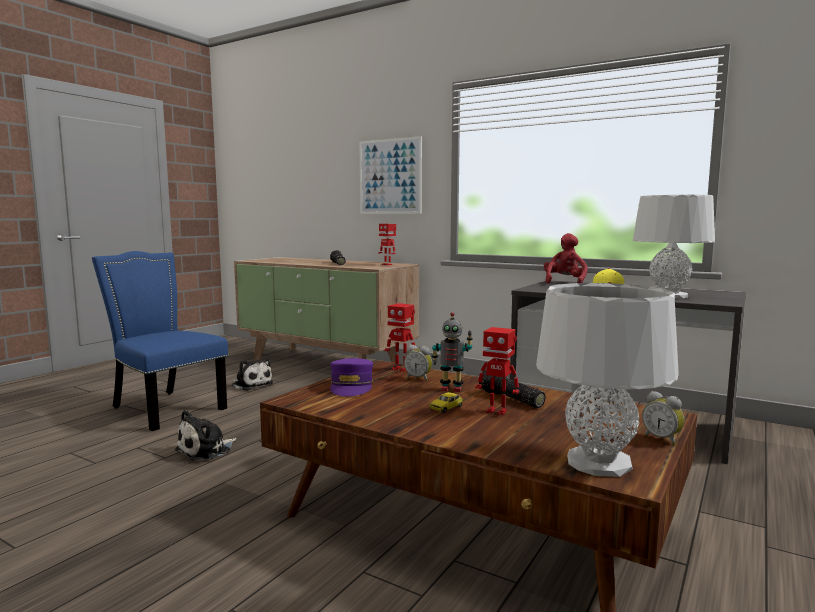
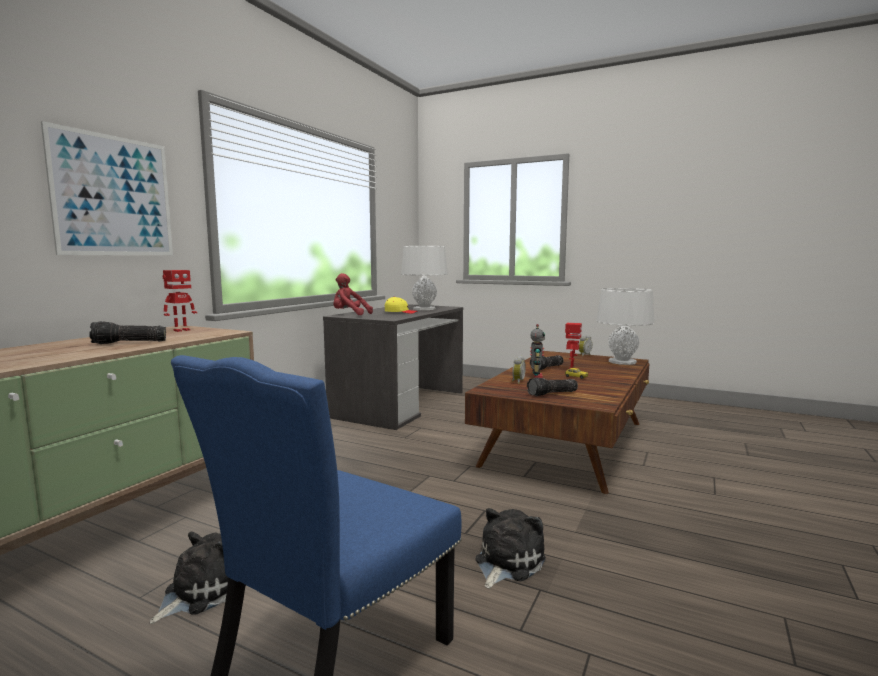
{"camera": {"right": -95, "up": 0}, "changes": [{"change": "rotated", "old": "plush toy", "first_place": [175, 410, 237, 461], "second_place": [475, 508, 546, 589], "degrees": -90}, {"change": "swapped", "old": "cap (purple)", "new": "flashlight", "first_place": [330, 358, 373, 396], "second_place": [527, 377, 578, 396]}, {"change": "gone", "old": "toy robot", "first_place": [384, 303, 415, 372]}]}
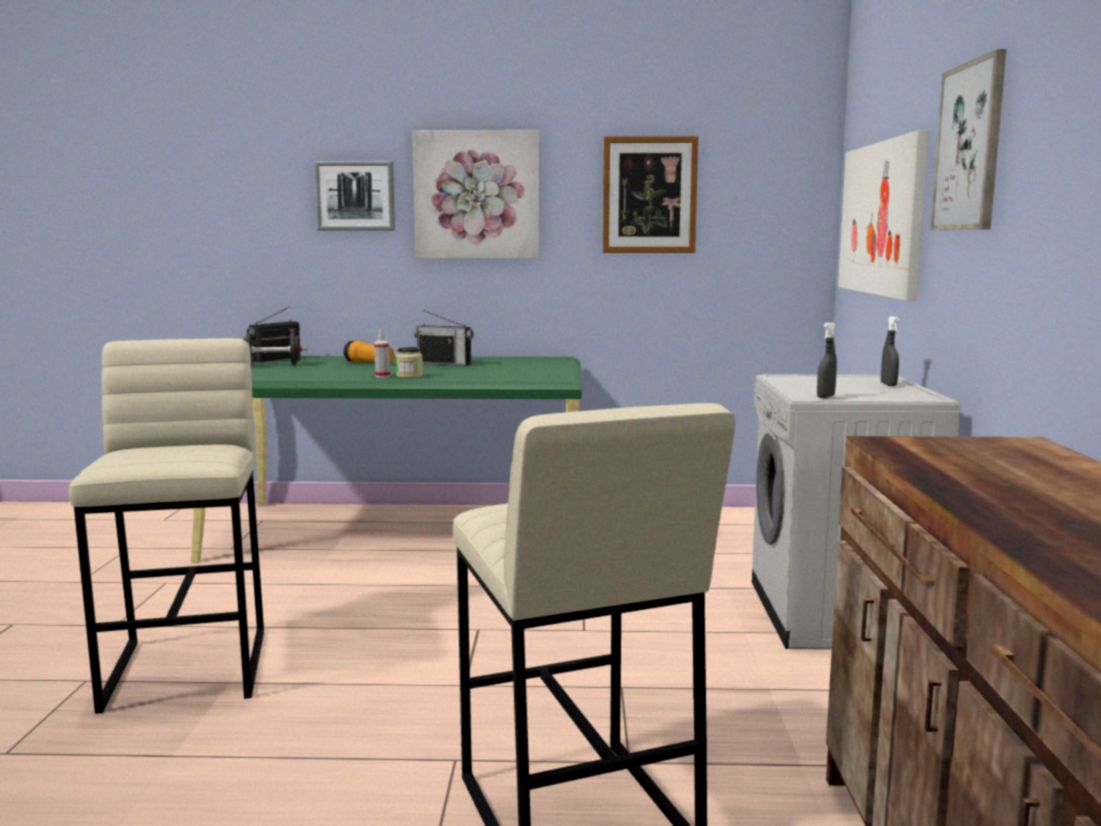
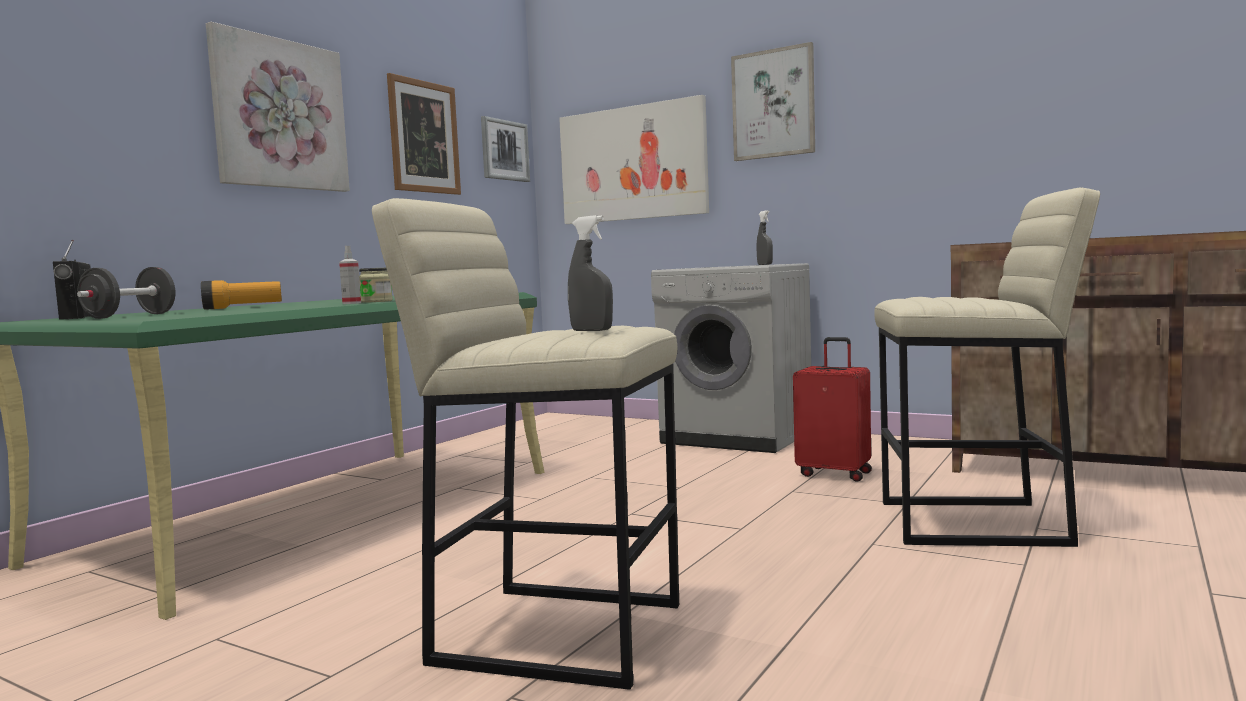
{"camera": {"right": -60, "up": -5}, "changes": [{"change": "shifted", "old": "picture", "first_place": [314, 161, 395, 231], "second_place": [481, 116, 530, 182]}, {"change": "gone", "old": "radio", "first_place": [414, 310, 474, 366]}, {"change": "shifted", "old": "spray bottle (grey)", "first_place": [881, 316, 899, 386], "second_place": [568, 215, 613, 331]}, {"change": "new", "new": "suitcase (red)", "second_place": [793, 337, 872, 481]}]}
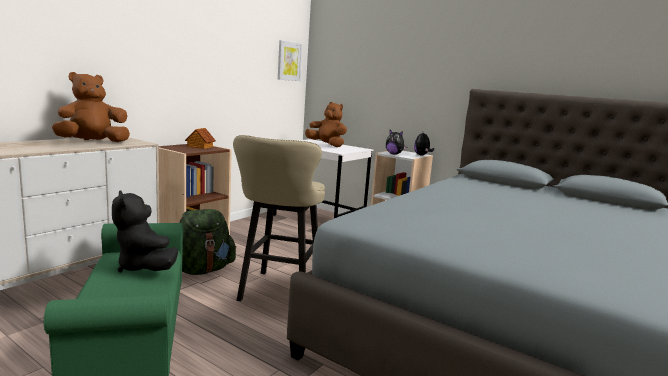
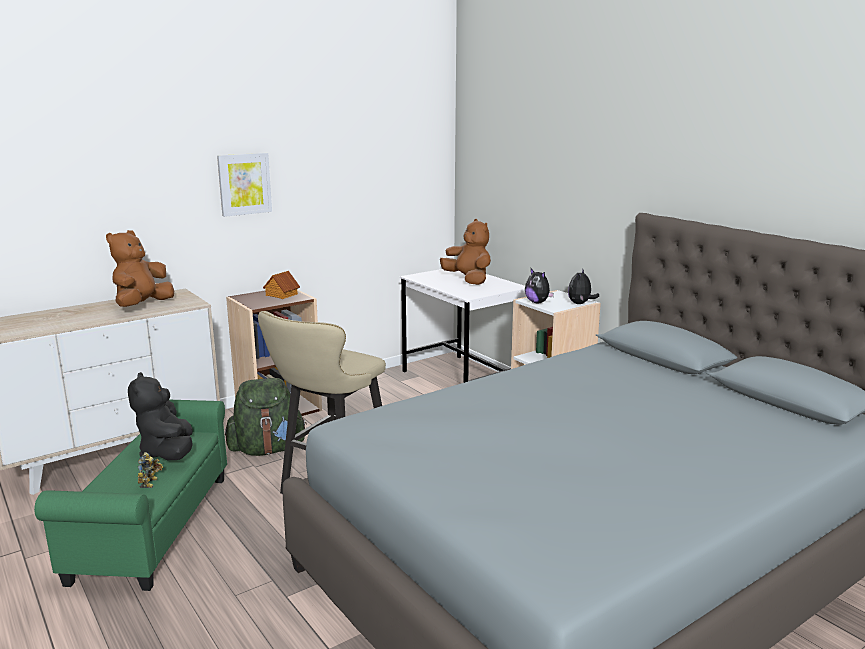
{"camera": {"right": 20, "up": 5}, "changes": [{"change": "rotated", "old": "plush toy (brown)", "first_place": [52, 72, 130, 142], "second_place": [106, 230, 174, 307], "degrees": -45}, {"change": "shifted", "old": "picture", "first_place": [278, 40, 302, 81], "second_place": [217, 153, 272, 217]}, {"change": "new", "new": "toy robot", "second_place": [138, 452, 163, 488]}]}
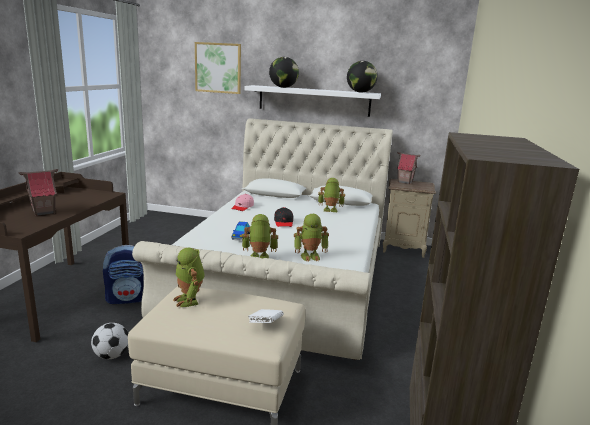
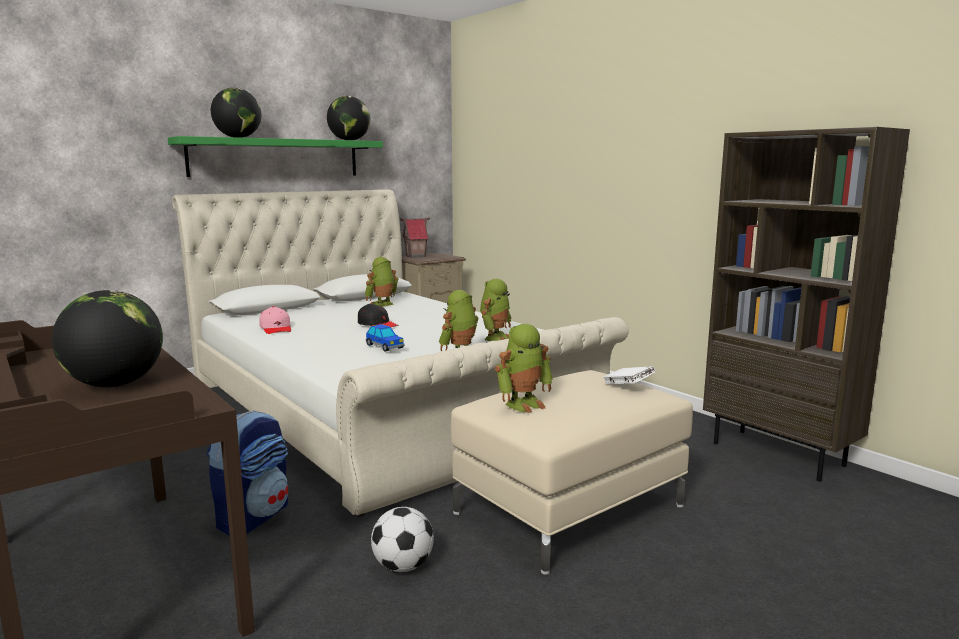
{"camera": {"right": -50, "up": -5}, "changes": [{"change": "swapped", "old": "toy house", "new": "globe", "first_place": [18, 169, 58, 216], "second_place": [52, 290, 163, 387]}, {"change": "rotated", "old": "toy robot", "first_place": [173, 248, 204, 307], "second_place": [495, 324, 553, 413], "degrees": -45}, {"change": "gone", "old": "picture", "first_place": [195, 42, 241, 94]}, {"change": "repainted", "old": "shelf (white)", "new": "shelf (green)", "first_place": [245, 85, 381, 117], "second_place": [168, 136, 383, 177]}]}
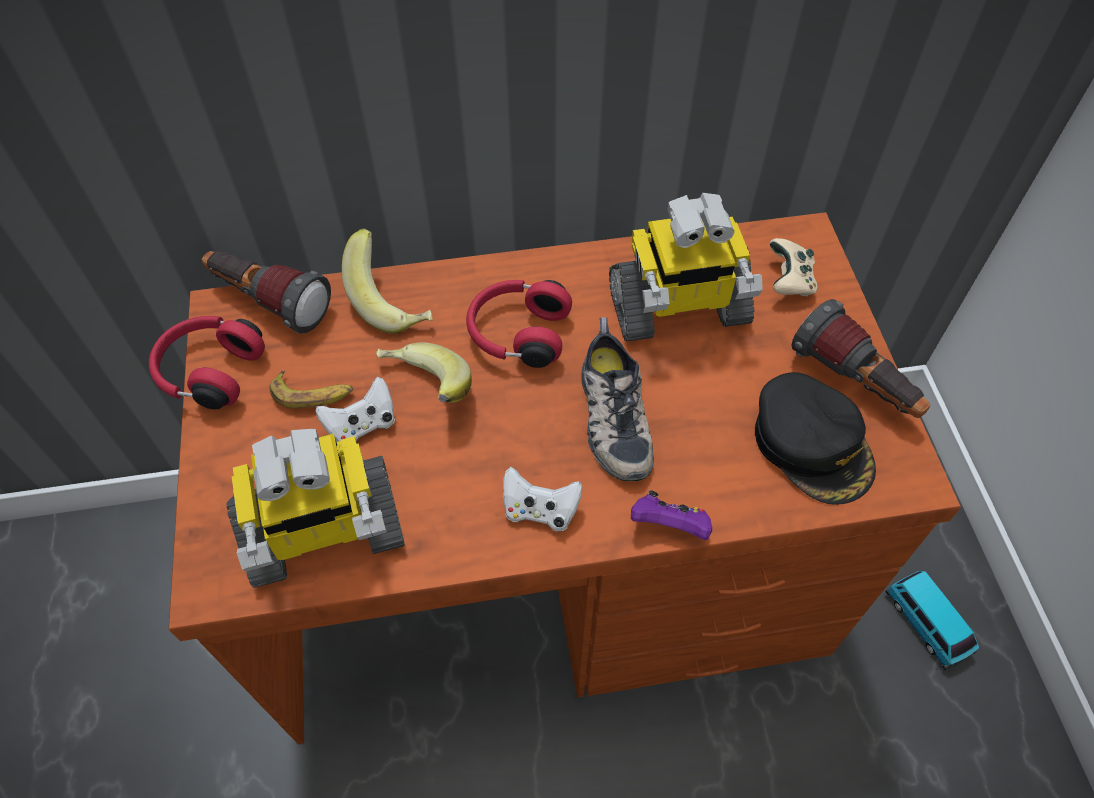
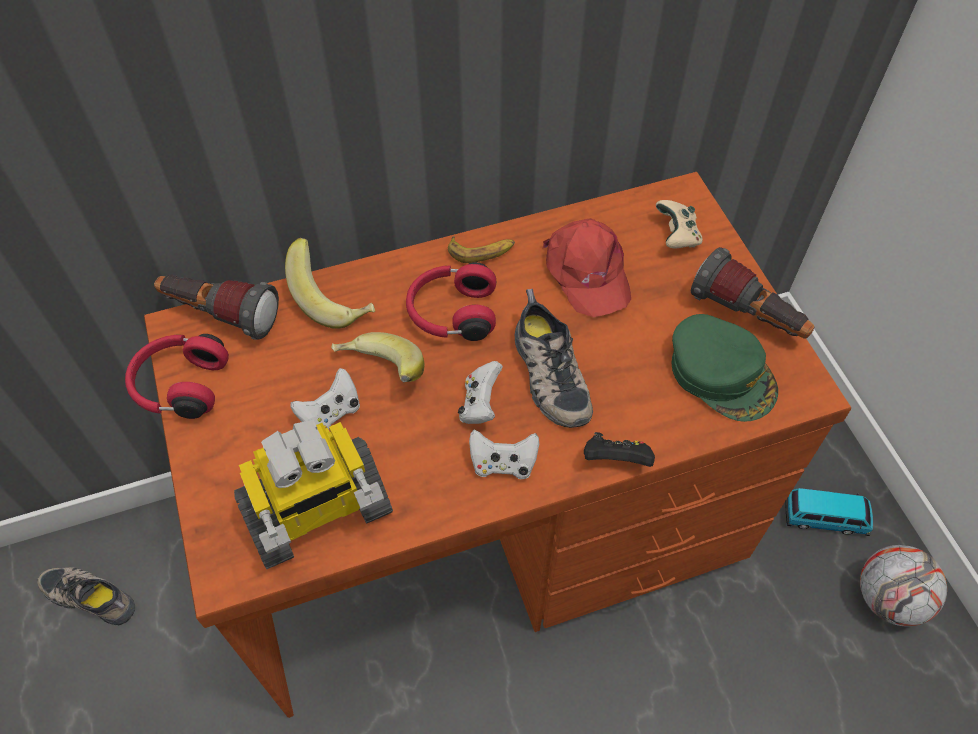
{"camera": {"right": -10, "up": 0}, "changes": [{"change": "shifted", "old": "banana", "first_place": [269, 370, 353, 408], "second_place": [448, 236, 515, 263]}, {"change": "swapped", "old": "toy robot", "new": "cap (red)", "first_place": [609, 193, 763, 341], "second_place": [542, 218, 631, 317]}, {"change": "repainted", "old": "game controller (purple)", "new": "game controller (black)", "first_place": [631, 490, 712, 540], "second_place": [584, 432, 655, 467]}, {"change": "repainted", "old": "cap (black)", "new": "cap (green)", "first_place": [755, 372, 876, 505], "second_place": [671, 314, 778, 422]}, {"change": "rotated", "old": "toy car", "first_place": [885, 571, 979, 671], "second_place": [785, 488, 873, 536], "degrees": -45}, {"change": "new", "new": "shoe", "second_place": [37, 567, 135, 626]}, {"change": "new", "new": "game controller (white)", "second_place": [458, 361, 503, 424]}, {"change": "new", "new": "football", "second_place": [860, 545, 947, 626]}]}
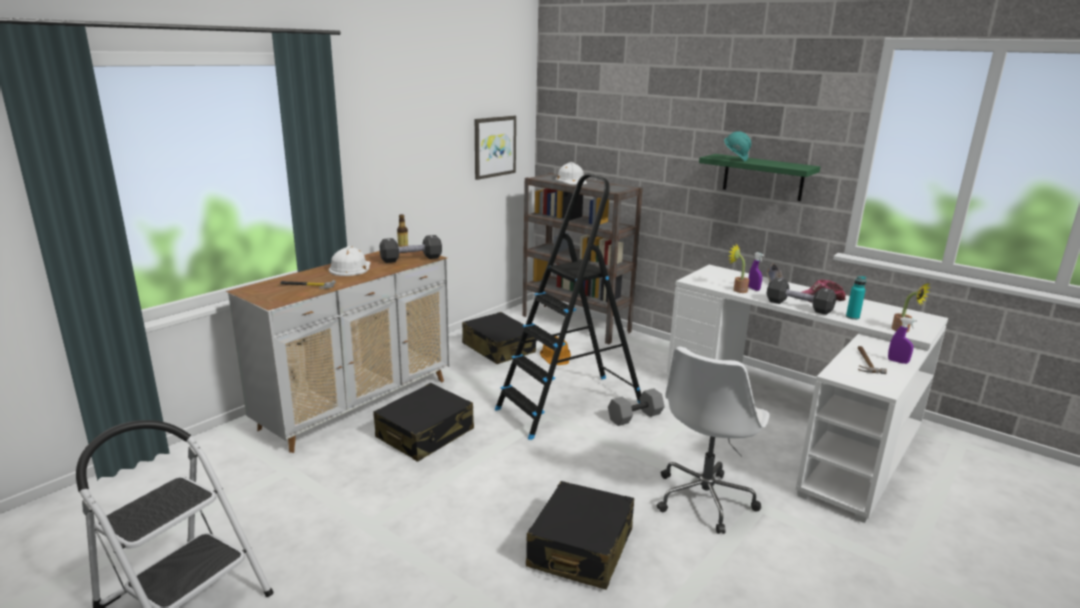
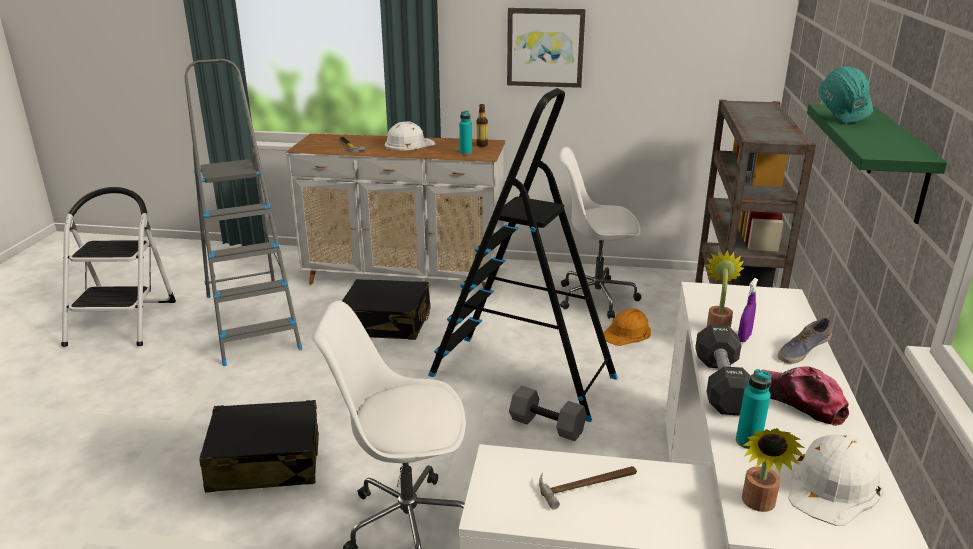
{"camera": {"right": 60, "up": 5}, "changes": [{"change": "swapped", "old": "dumbbell (black)", "new": "bottle (turquoise)", "first_place": [379, 235, 442, 263], "second_place": [459, 111, 472, 155]}, {"change": "swapped", "old": "suitcase (black)", "new": "office chair (white)", "first_place": [462, 312, 536, 364], "second_place": [559, 147, 642, 319]}, {"change": "shifted", "old": "picture", "first_place": [475, 116, 516, 180], "second_place": [507, 8, 586, 88]}, {"change": "shifted", "old": "hard hat (white)", "first_place": [556, 162, 587, 185], "second_place": [788, 434, 884, 526]}, {"change": "gone", "old": "spray bottle (purple)", "first_place": [888, 317, 917, 364]}, {"change": "new", "new": "step ladder (grey)", "second_place": [185, 59, 302, 366]}]}
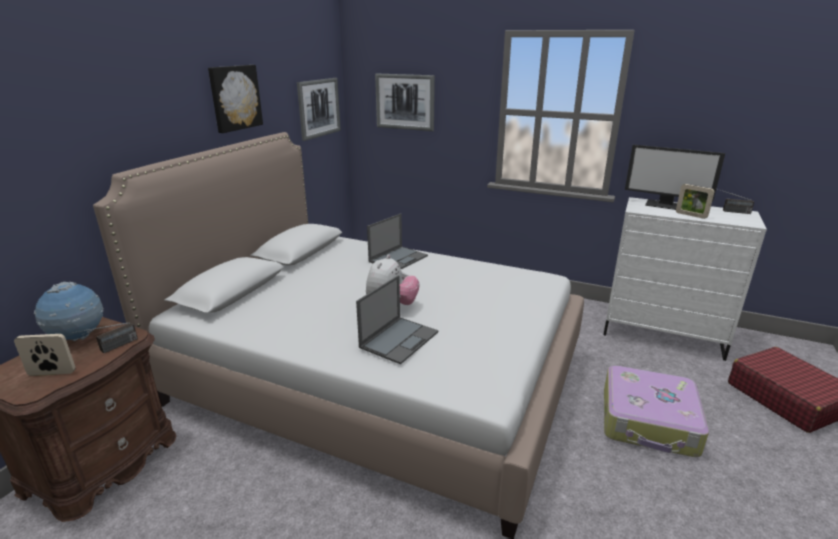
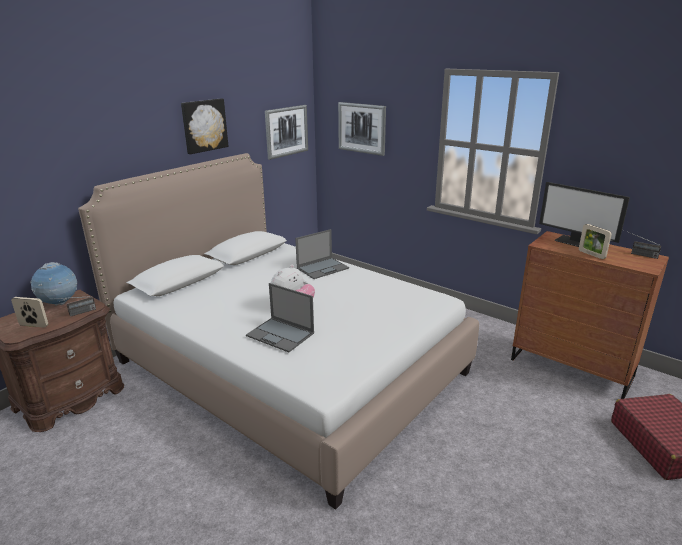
{"camera": {"right": 15, "up": 0}, "changes": [{"change": "rotated", "old": "laptop", "first_place": [356, 275, 438, 364], "second_place": [246, 283, 314, 352], "degrees": 75}, {"change": "repainted", "old": "dresser (white)", "new": "dresser (brown)", "first_place": [603, 197, 767, 361], "second_place": [511, 231, 669, 399]}, {"change": "gone", "old": "suitcase", "first_place": [604, 366, 709, 457]}]}
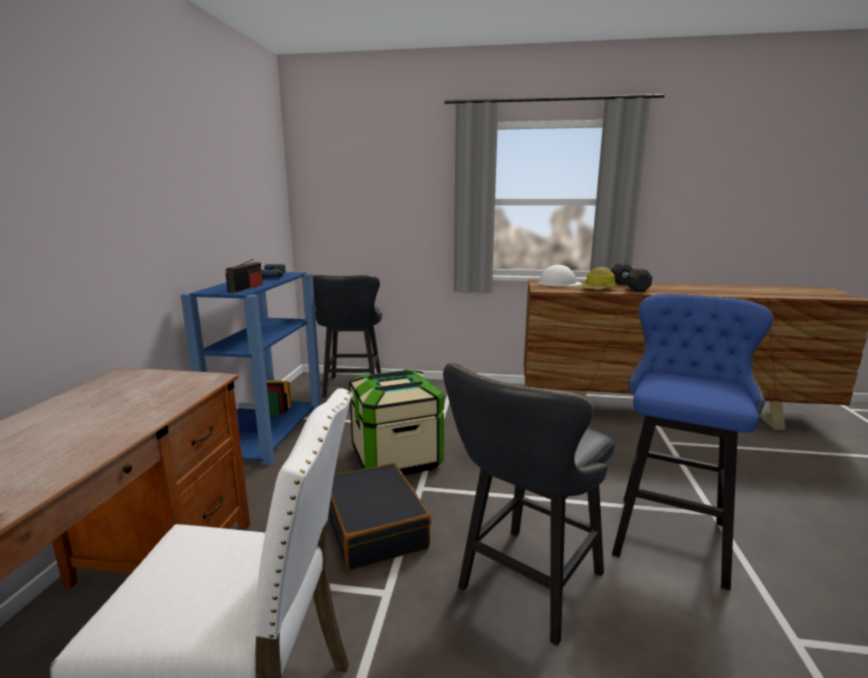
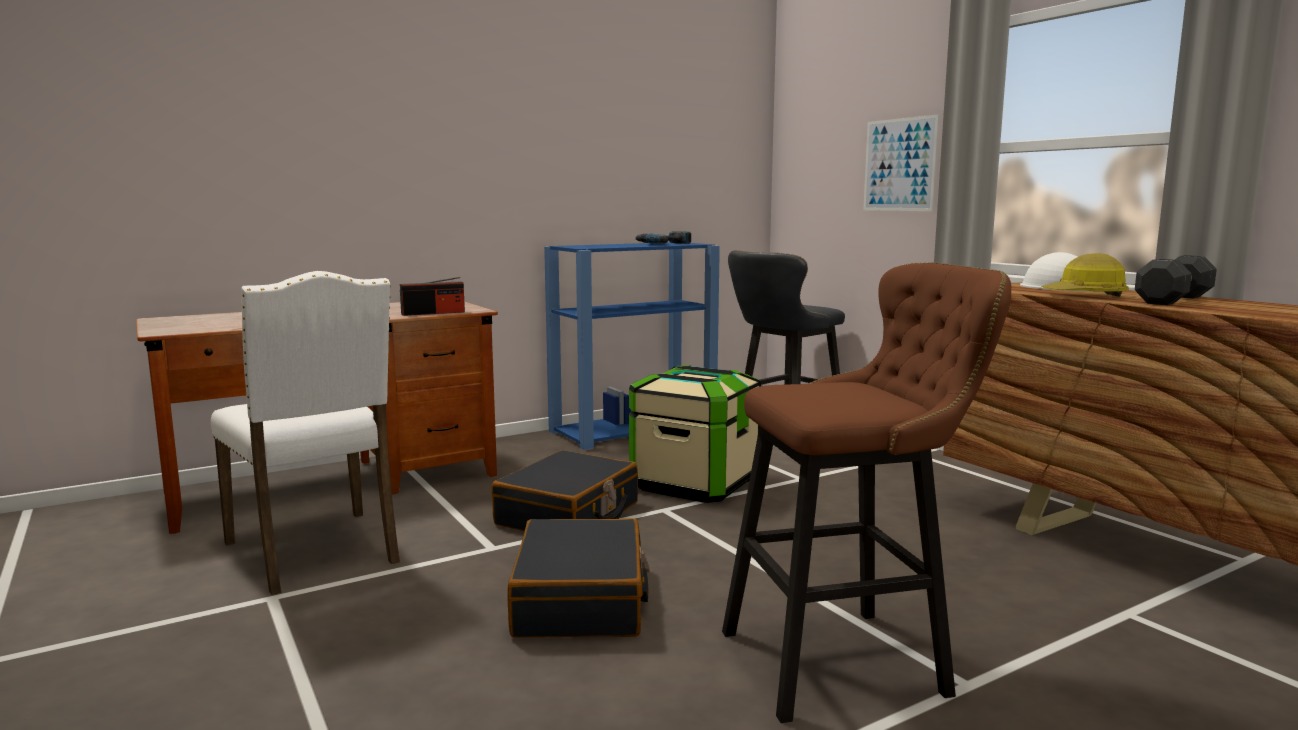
{"camera": {"right": 50, "up": -5}, "changes": [{"change": "shifted", "old": "radio", "first_place": [225, 259, 263, 293], "second_place": [400, 277, 465, 316]}, {"change": "swapped", "old": "stool (grey)", "new": "suitcase (black)", "first_place": [443, 363, 615, 646], "second_place": [507, 518, 650, 638]}, {"change": "repainted", "old": "stool (blue)", "new": "stool (brown)", "first_place": [612, 293, 773, 591], "second_place": [722, 262, 1011, 723]}, {"change": "new", "new": "picture", "second_place": [863, 114, 939, 211]}]}
